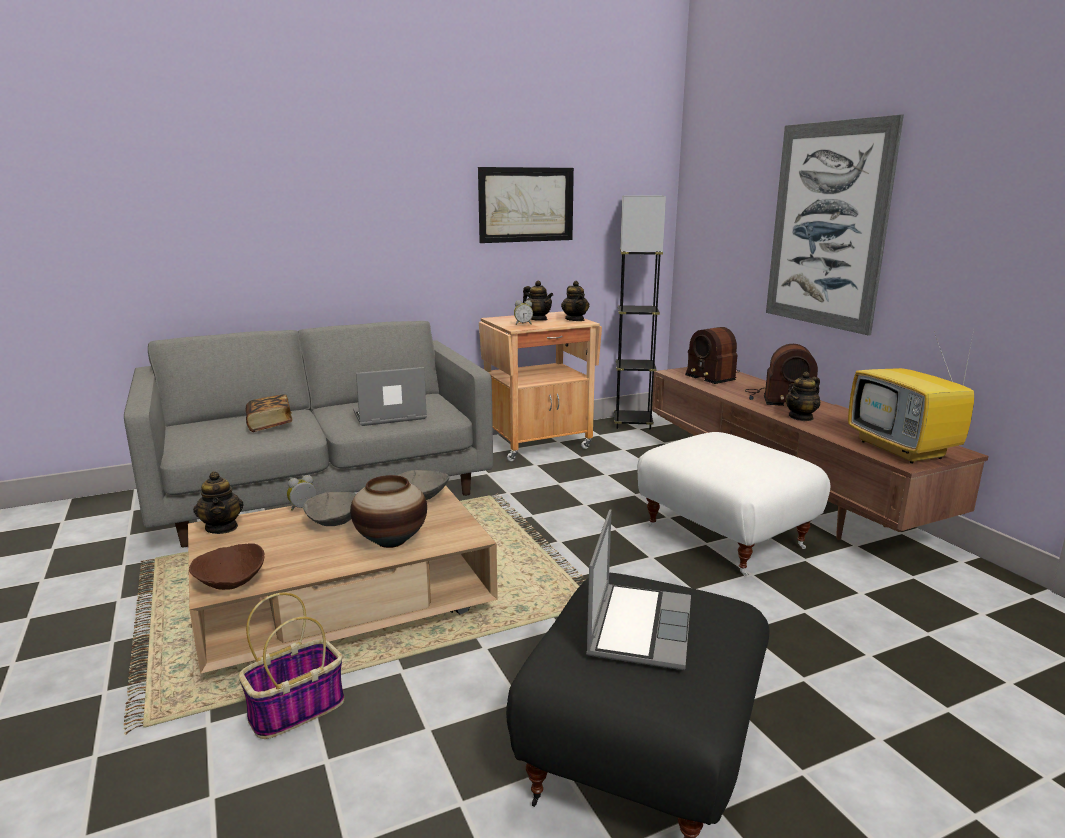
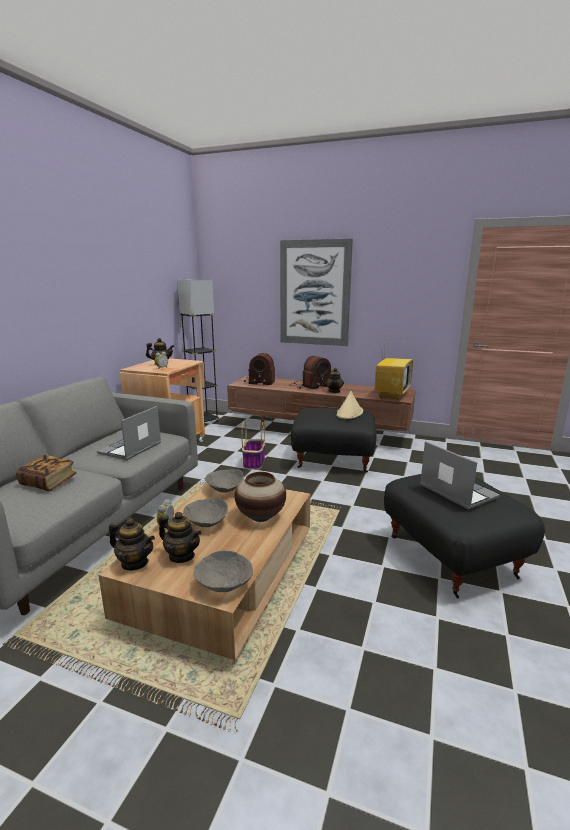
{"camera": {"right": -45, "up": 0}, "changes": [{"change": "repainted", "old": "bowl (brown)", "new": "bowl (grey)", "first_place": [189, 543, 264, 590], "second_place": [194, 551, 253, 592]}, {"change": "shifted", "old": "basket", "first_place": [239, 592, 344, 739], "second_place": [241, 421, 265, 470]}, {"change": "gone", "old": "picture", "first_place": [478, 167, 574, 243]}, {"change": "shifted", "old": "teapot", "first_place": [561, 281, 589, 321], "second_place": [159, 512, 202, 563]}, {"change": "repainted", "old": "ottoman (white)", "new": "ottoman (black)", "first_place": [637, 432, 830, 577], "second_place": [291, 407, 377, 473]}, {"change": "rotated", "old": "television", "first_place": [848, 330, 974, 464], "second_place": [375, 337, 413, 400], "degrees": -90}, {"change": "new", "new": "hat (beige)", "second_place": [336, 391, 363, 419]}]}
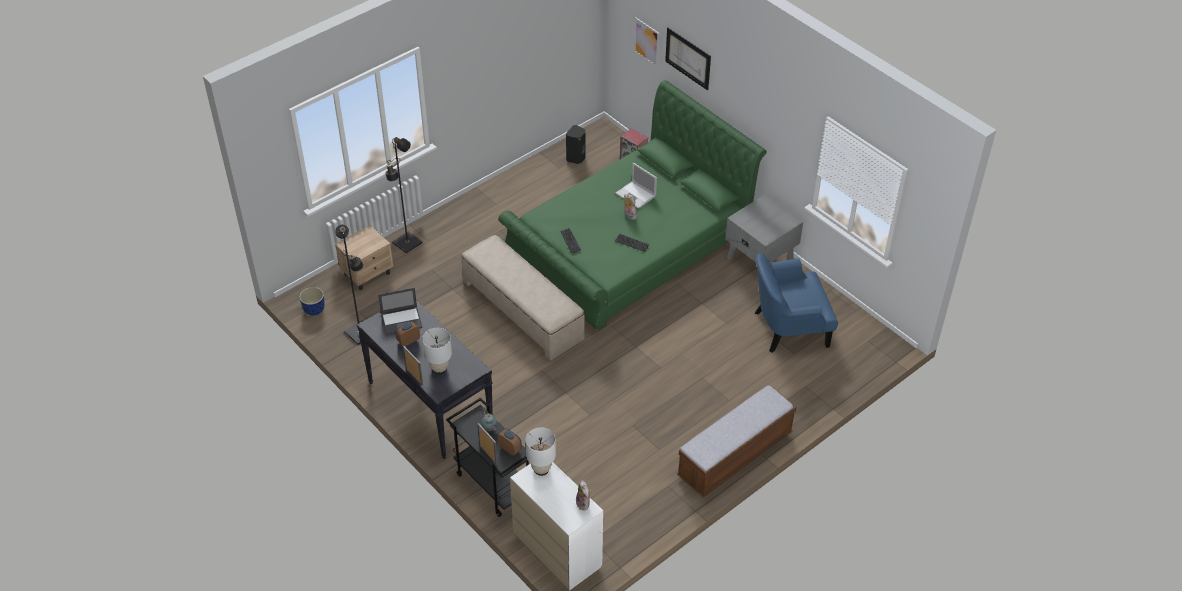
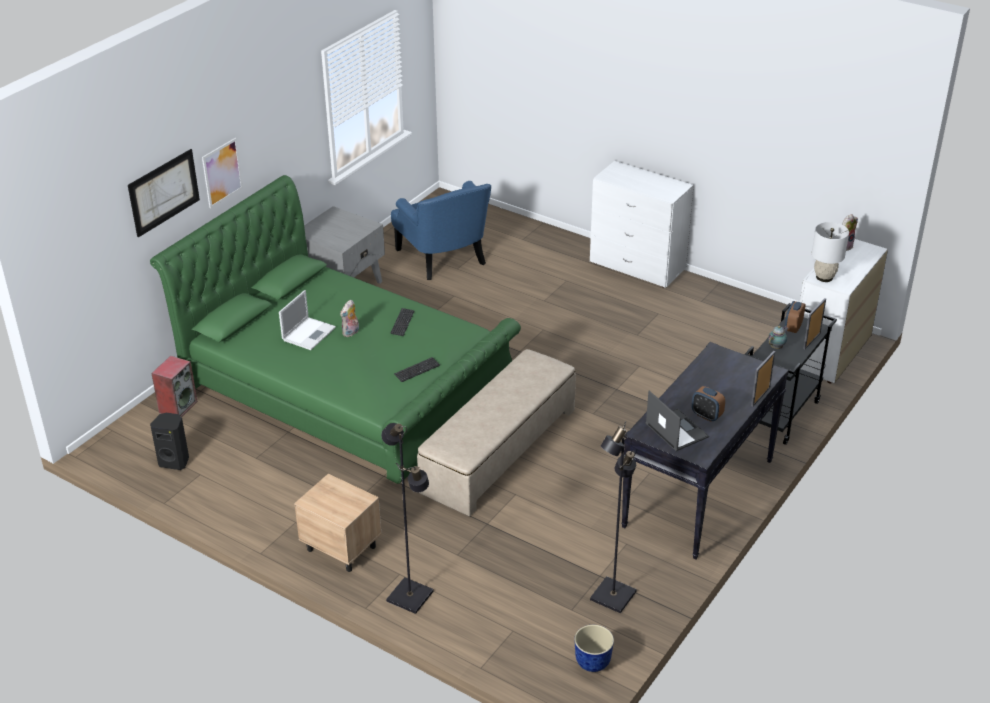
{"camera": {"right": -105, "up": -10}, "changes": [{"change": "shifted", "old": "nightstand (beige)", "first_place": [335, 225, 393, 290], "second_place": [294, 474, 382, 572]}, {"change": "gone", "old": "table lamp (white)", "first_place": [422, 328, 452, 374]}, {"change": "shifted", "old": "picture", "first_place": [634, 17, 660, 67], "second_place": [202, 138, 243, 208]}, {"change": "swapped", "old": "bench", "new": "dresser (white)", "first_place": [677, 385, 797, 497], "second_place": [590, 161, 694, 288]}]}
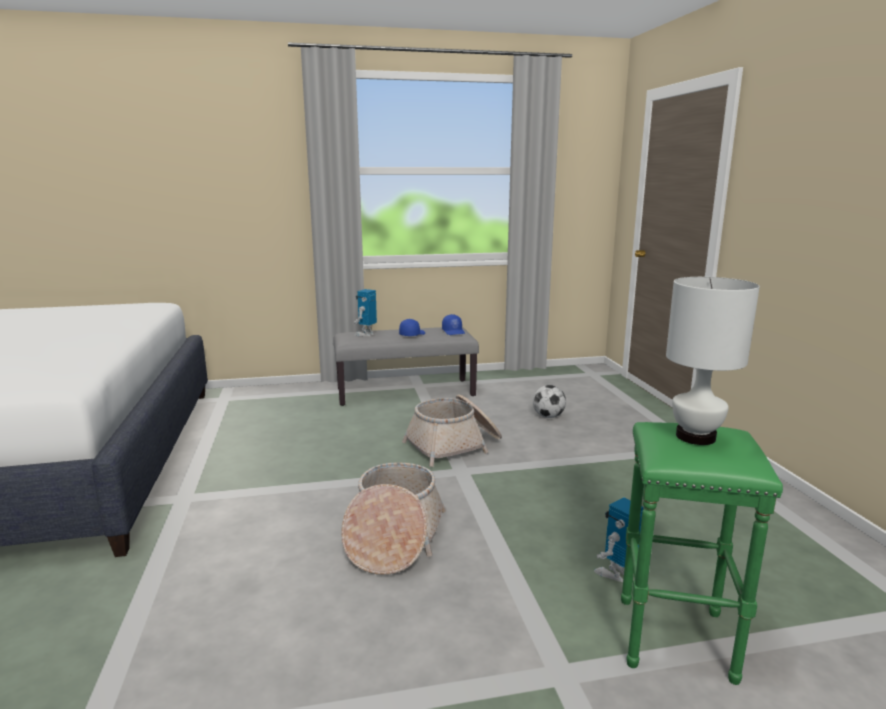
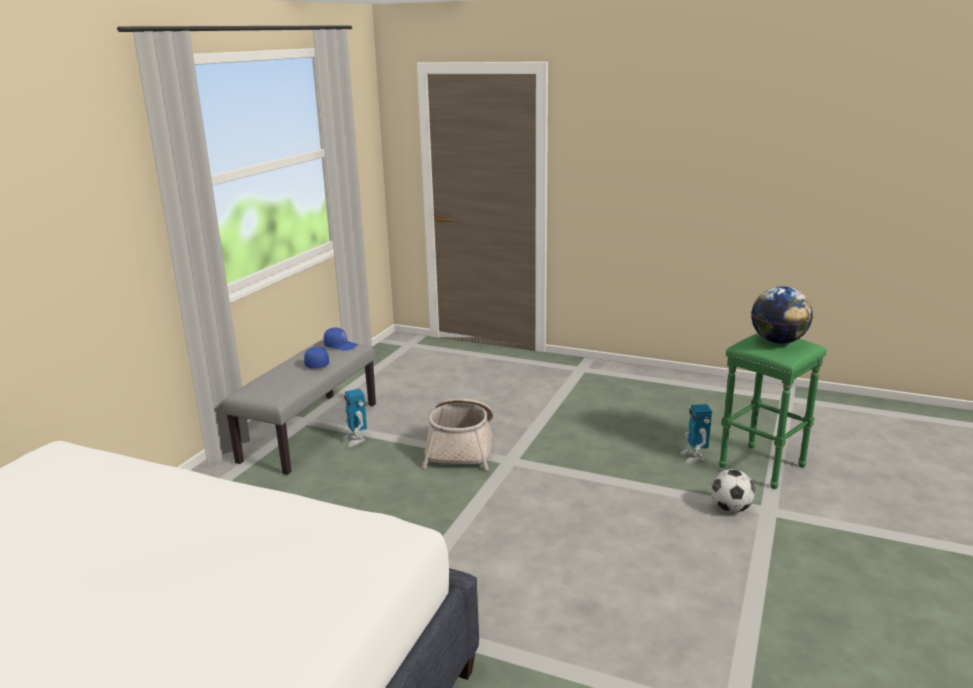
{"camera": {"right": -55, "up": 5}, "changes": [{"change": "gone", "old": "basket", "first_place": [341, 462, 446, 575]}, {"change": "shifted", "old": "toy robot", "first_place": [354, 289, 377, 336], "second_place": [343, 388, 367, 447]}, {"change": "shifted", "old": "football", "first_place": [533, 385, 566, 418], "second_place": [711, 469, 755, 513]}, {"change": "swapped", "old": "table lamp (white)", "new": "globe", "first_place": [666, 277, 760, 445], "second_place": [751, 286, 813, 344]}]}
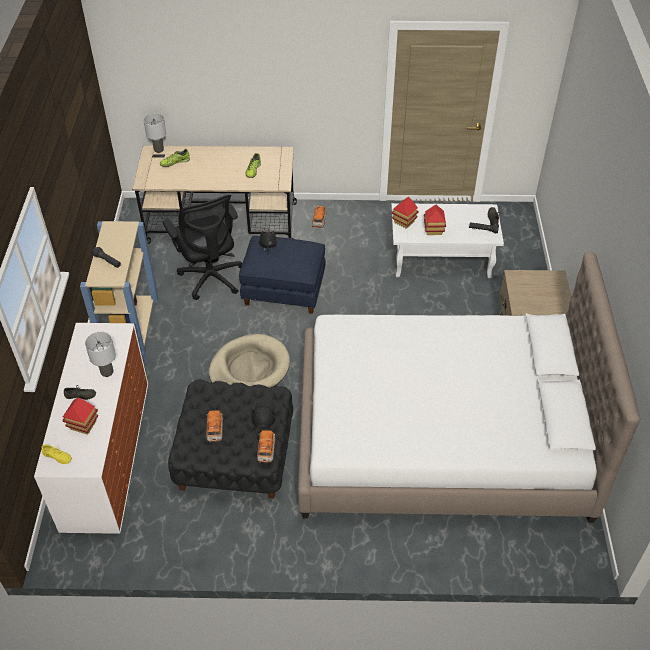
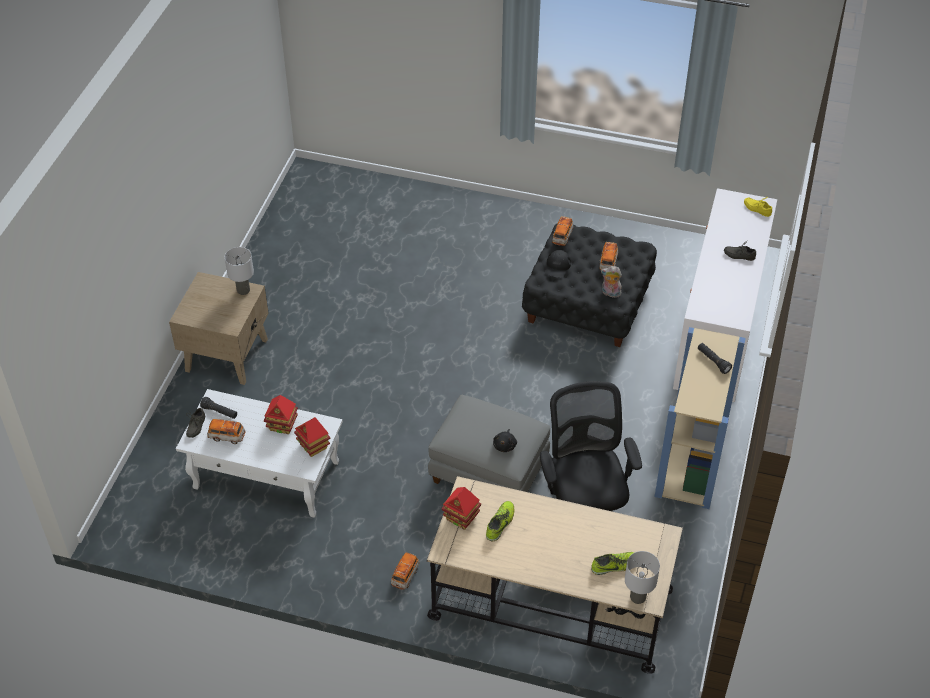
{"camera": {"right": -165, "up": 0}, "changes": [{"change": "shifted", "old": "toy house", "first_place": [62, 397, 98, 435], "second_place": [441, 487, 481, 529]}, {"change": "shifted", "old": "table lamp (white)", "first_place": [85, 332, 116, 377], "second_place": [225, 247, 254, 295]}, {"change": "gone", "old": "dog bed (beige)", "first_place": [209, 334, 290, 388]}, {"change": "repainted", "old": "ottoman (blue)", "new": "ottoman (grey)", "first_place": [239, 236, 326, 314], "second_place": [428, 395, 550, 492]}, {"change": "gone", "old": "bed (white)", "first_place": [298, 251, 640, 523]}, {"change": "new", "new": "toy car", "second_place": [207, 419, 246, 444]}, {"change": "new", "new": "plush toy", "second_place": [601, 266, 622, 298]}]}
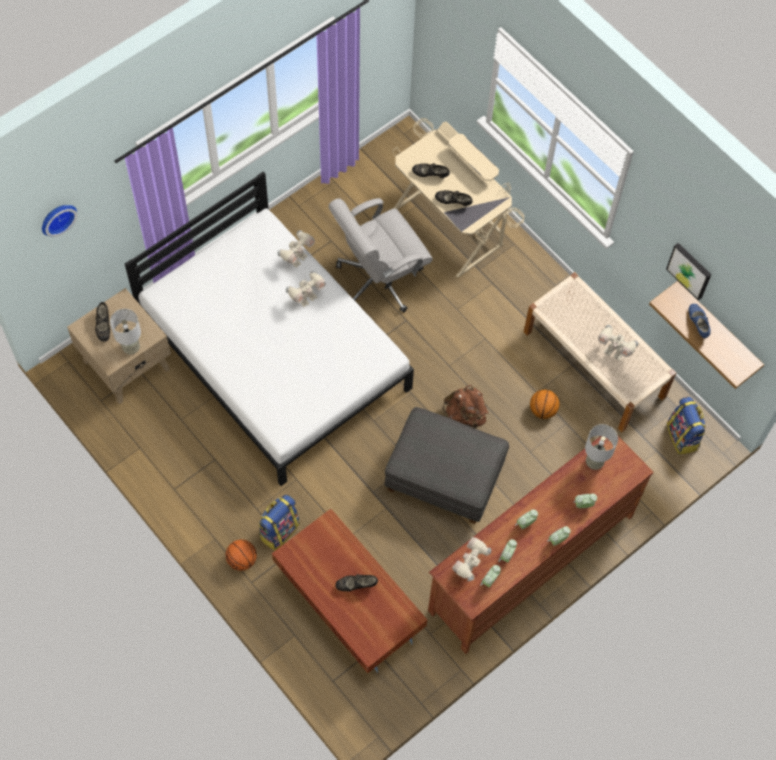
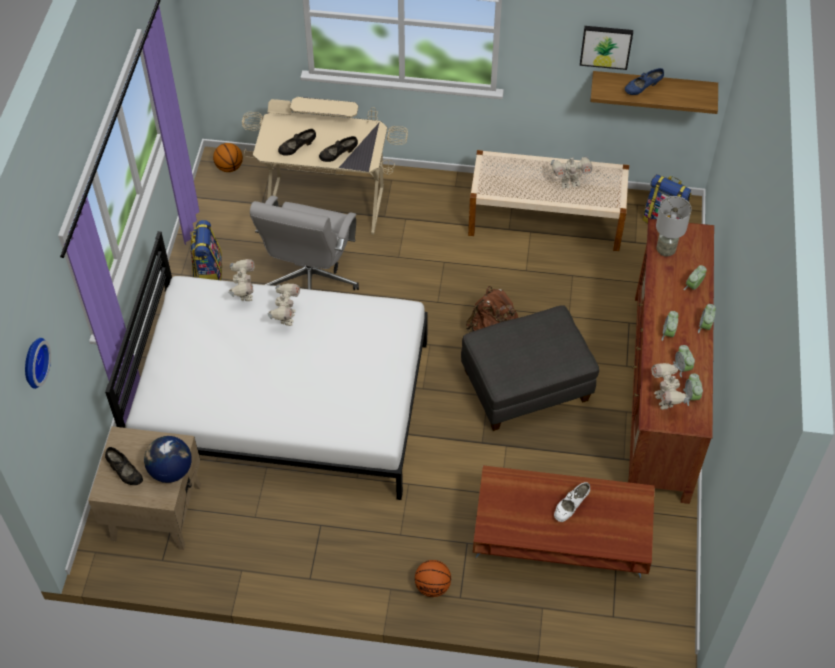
{"camera": {"right": -40, "up": -10}, "changes": [{"change": "swapped", "old": "table lamp (grey)", "new": "globe", "first_place": [110, 309, 141, 355], "second_place": [144, 436, 192, 483]}, {"change": "shifted", "old": "backpack", "first_place": [258, 495, 300, 551], "second_place": [190, 220, 222, 280]}, {"change": "repainted", "old": "shoe (black)", "new": "shoe (white)", "first_place": [336, 574, 378, 592], "second_place": [554, 482, 590, 522]}, {"change": "shifted", "old": "basketball", "first_place": [530, 389, 560, 419], "second_place": [213, 143, 243, 172]}, {"change": "rotated", "old": "shoe (blue)", "first_place": [689, 304, 711, 338], "second_place": [625, 68, 664, 95], "degrees": -60}]}
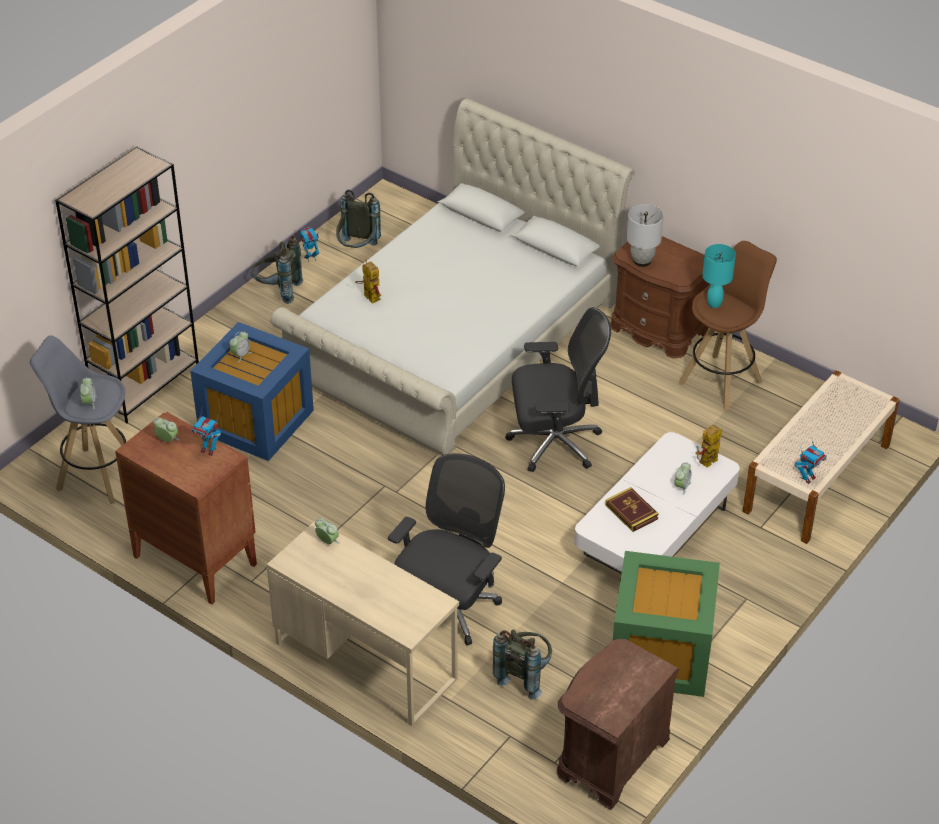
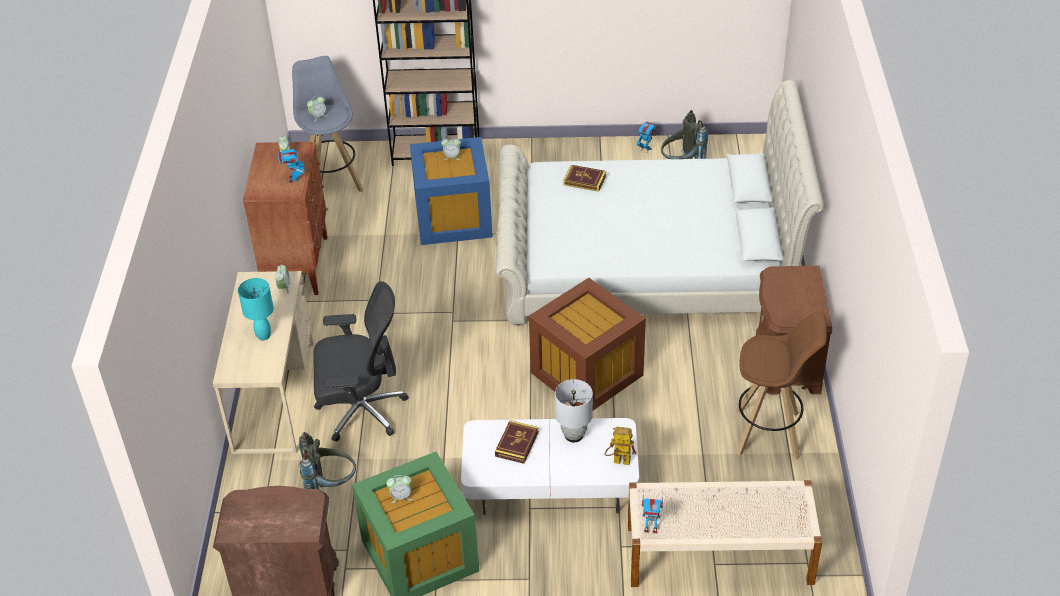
{"camera": {"right": 55, "up": 0}, "changes": [{"change": "gone", "old": "backpack (grey)", "first_place": [251, 236, 303, 304]}, {"change": "swapped", "old": "toy robot", "new": "book", "first_place": [355, 260, 381, 304], "second_place": [563, 165, 606, 192]}, {"change": "swapped", "old": "office chair", "new": "storage box (brown)", "first_place": [505, 307, 611, 472], "second_place": [529, 278, 646, 410]}, {"change": "shifted", "old": "table lamp (white)", "first_place": [627, 204, 664, 267], "second_place": [555, 379, 593, 442]}, {"change": "shifted", "old": "alarm clock", "first_place": [675, 462, 692, 495], "second_place": [386, 475, 412, 503]}, {"change": "shifted", "old": "table lamp (turquoise)", "first_place": [702, 244, 736, 308], "second_place": [238, 278, 274, 340]}]}
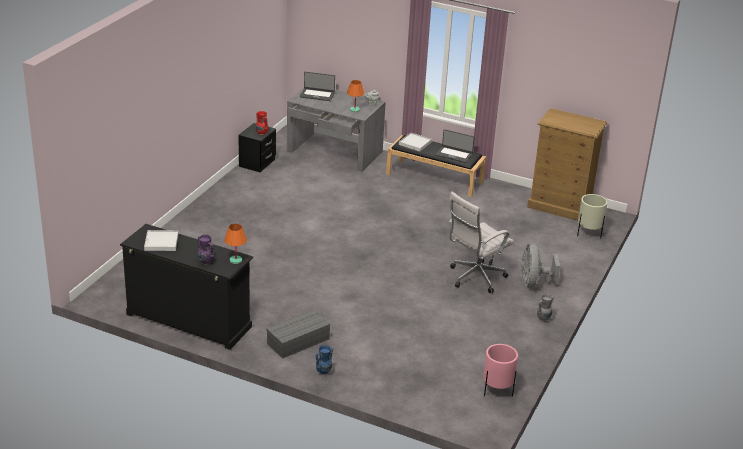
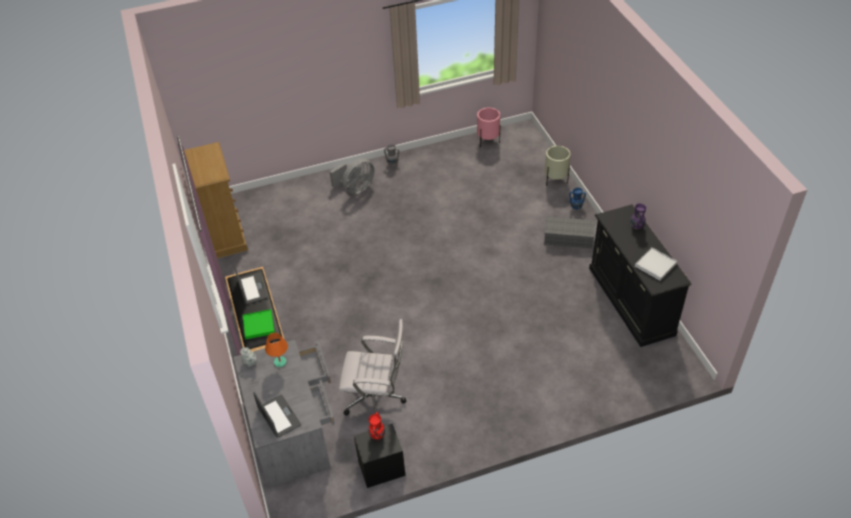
{"camera": {"right": -130, "up": 15}, "changes": [{"change": "gone", "old": "table lamp (orange)", "first_place": [224, 224, 247, 264]}, {"change": "repainted", "old": "tray (white)", "new": "tray (green)", "first_place": [399, 133, 432, 152], "second_place": [242, 309, 275, 339]}, {"change": "shifted", "old": "office chair (white)", "first_place": [448, 192, 514, 293], "second_place": [339, 319, 406, 415]}, {"change": "shifted", "old": "planter (beige)", "first_place": [577, 194, 608, 239], "second_place": [545, 146, 571, 186]}]}
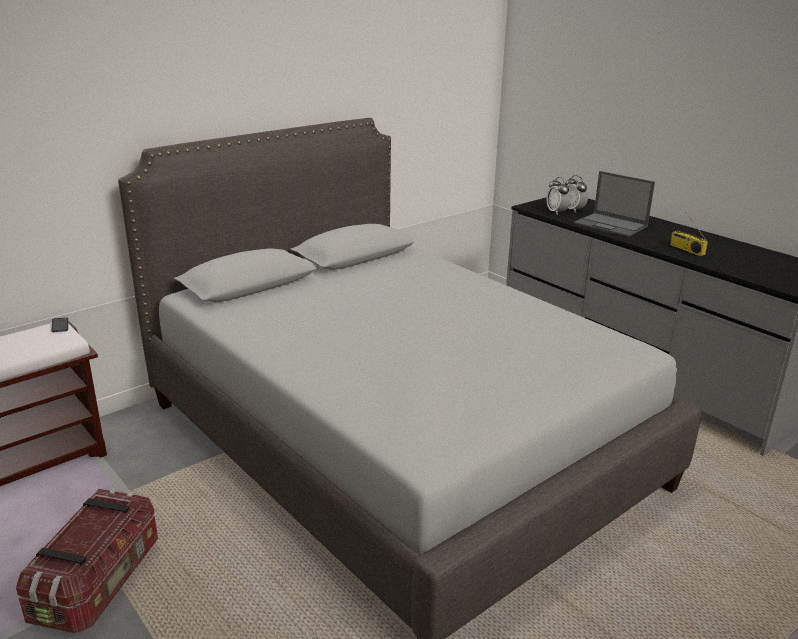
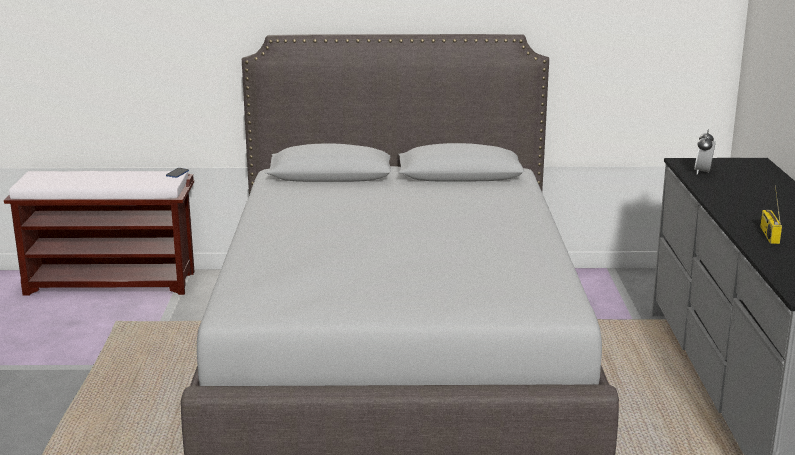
{"camera": {"right": 40, "up": -5}, "changes": [{"change": "gone", "old": "storage box", "first_place": [16, 489, 158, 633]}, {"change": "gone", "old": "alarm clock", "first_place": [565, 175, 588, 212]}, {"change": "gone", "old": "laptop", "first_place": [573, 171, 655, 237]}]}
